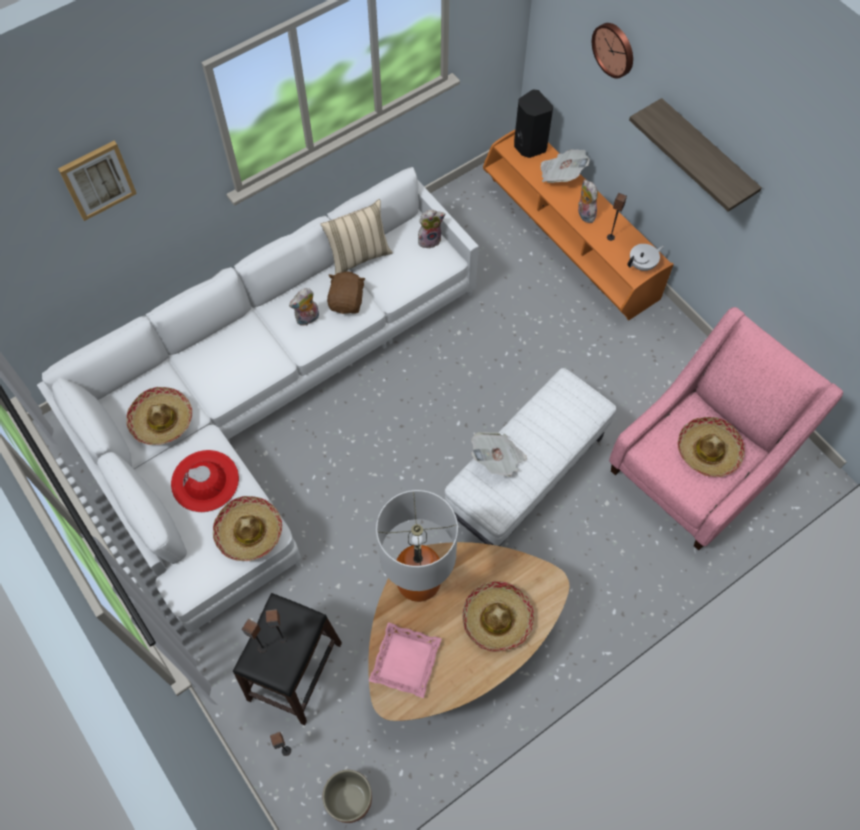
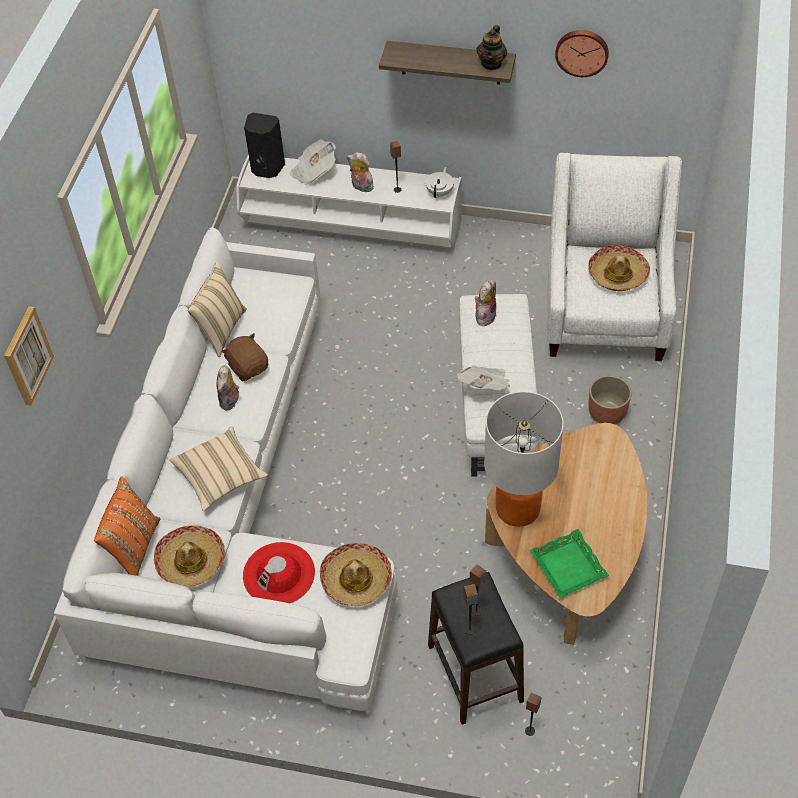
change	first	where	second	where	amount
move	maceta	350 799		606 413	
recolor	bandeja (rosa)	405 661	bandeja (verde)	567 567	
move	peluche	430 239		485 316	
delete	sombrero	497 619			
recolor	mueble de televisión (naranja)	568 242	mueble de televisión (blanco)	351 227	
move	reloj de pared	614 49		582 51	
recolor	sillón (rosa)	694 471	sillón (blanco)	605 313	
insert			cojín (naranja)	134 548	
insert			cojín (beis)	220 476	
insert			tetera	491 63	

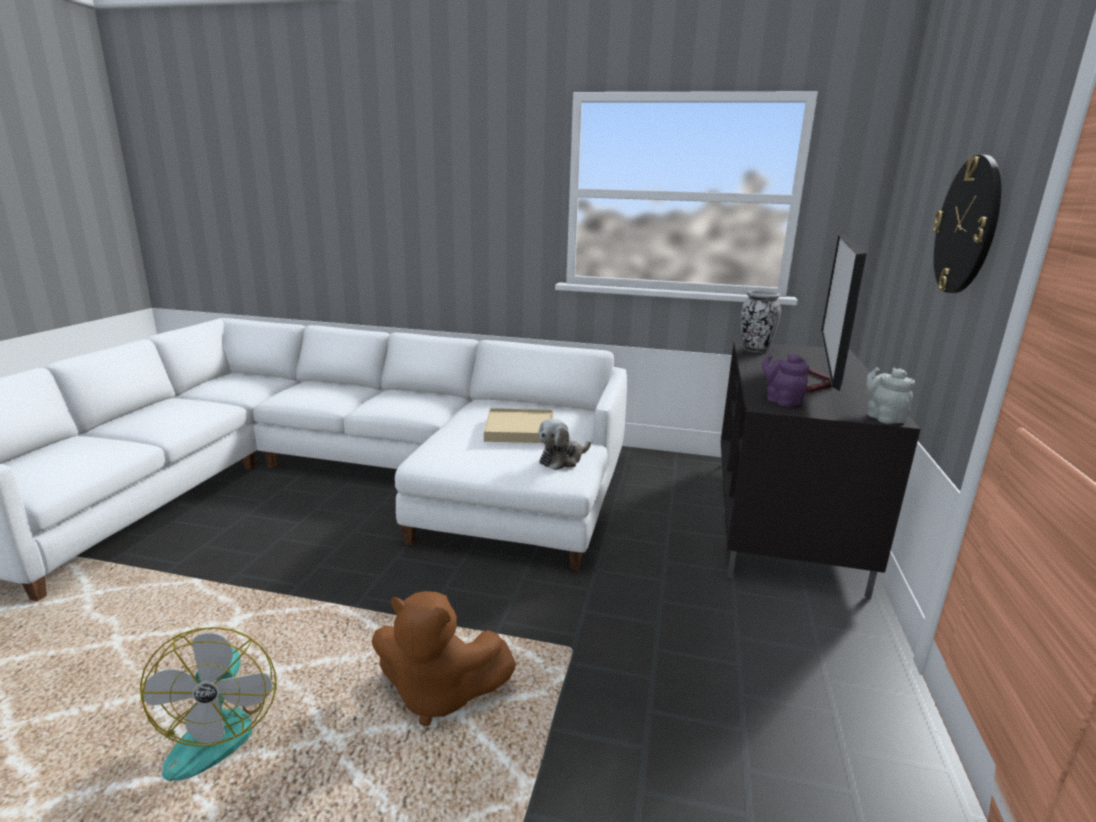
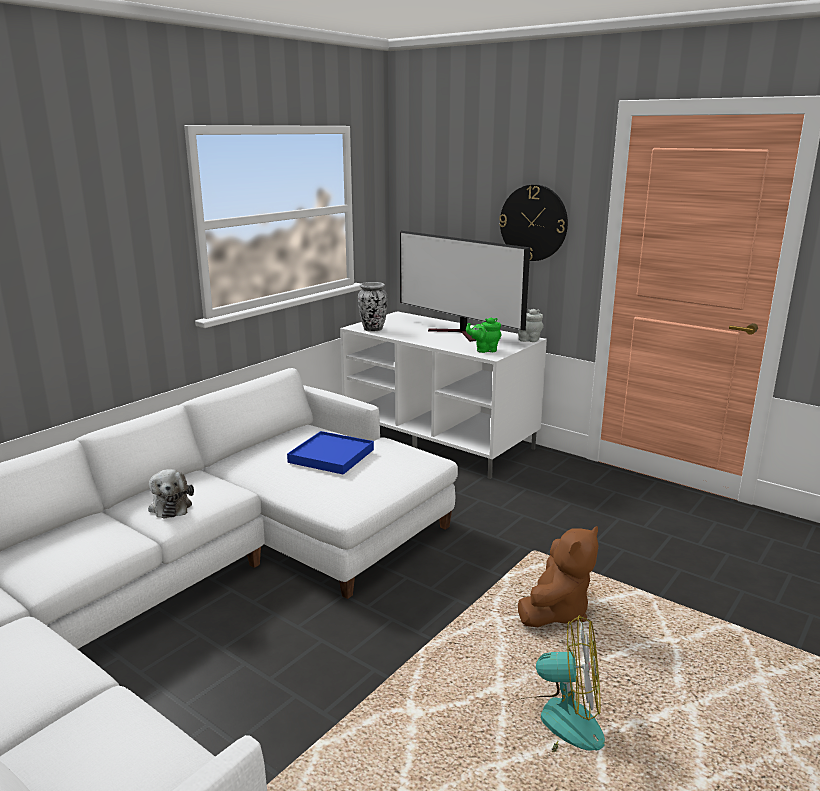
change	first	where	second	where	amount
recolor	bandeja (beis)	519 429	bandeja (azul)	331 456	
move	peluche	562 459		170 506	
recolor	mueble de televisión (negro)	784 520	mueble de televisión (blanco)	441 440	
recolor	tetera (morado)	781 401	tetera (verde)	484 350	

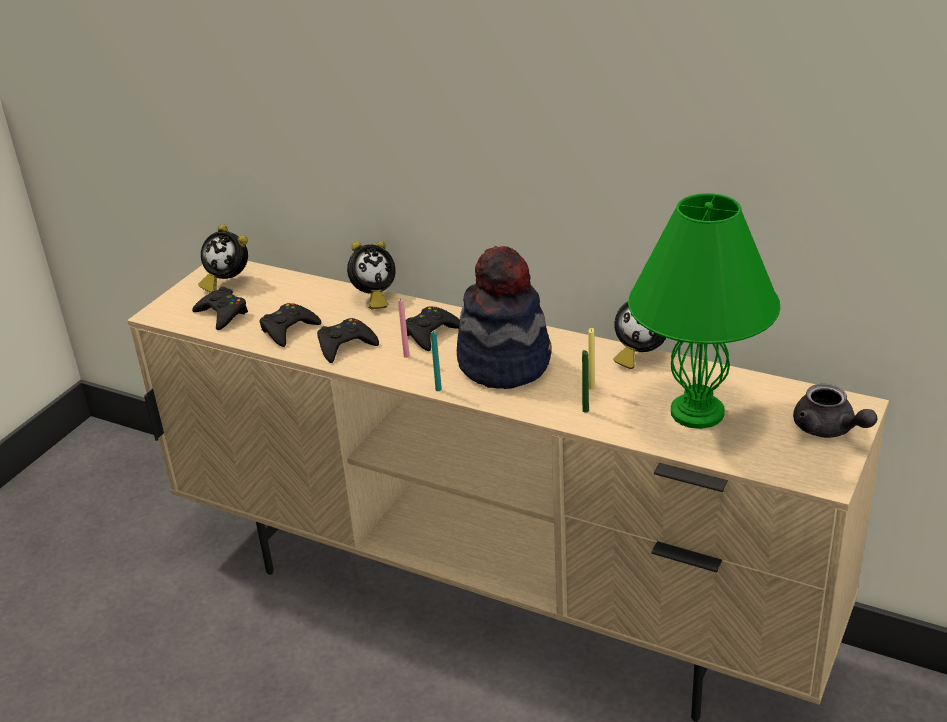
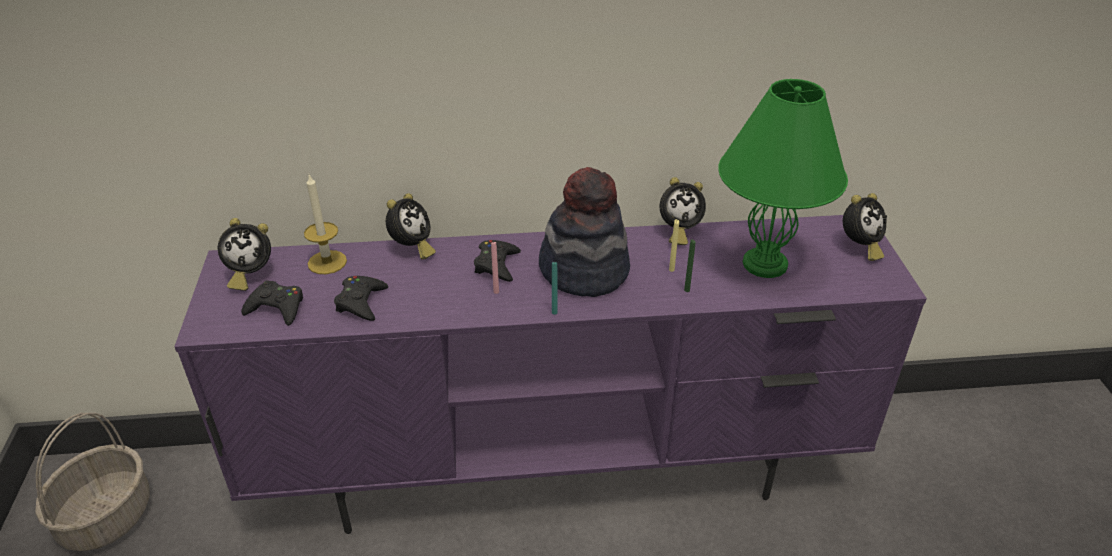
change	first	where	second	where	amount
recolor	mueble de televisión (beis)	496 600	mueble de televisión (morado)	558 471	
delete	mando de consola (negro)	345 345			
replace	tetera (gris)	829 430	despertador	859 247	
insert			cesta	106 516	
insert			vela	327 262	

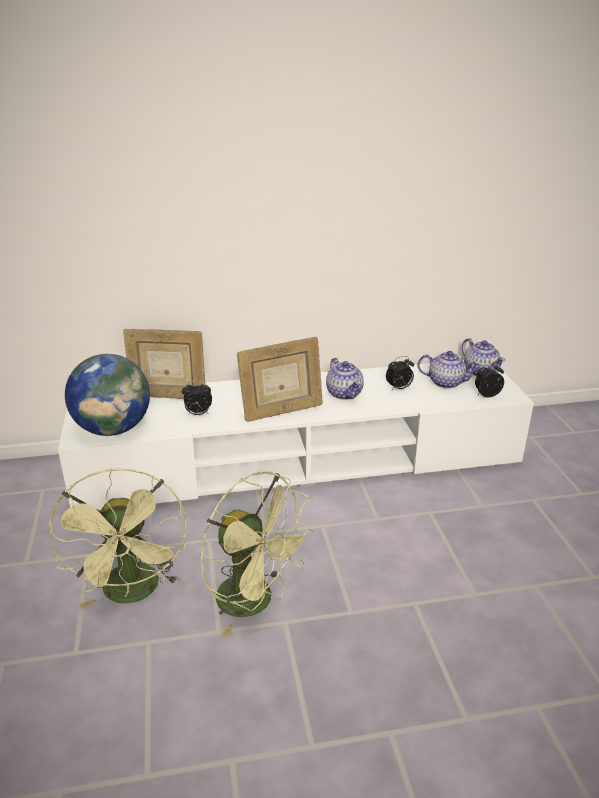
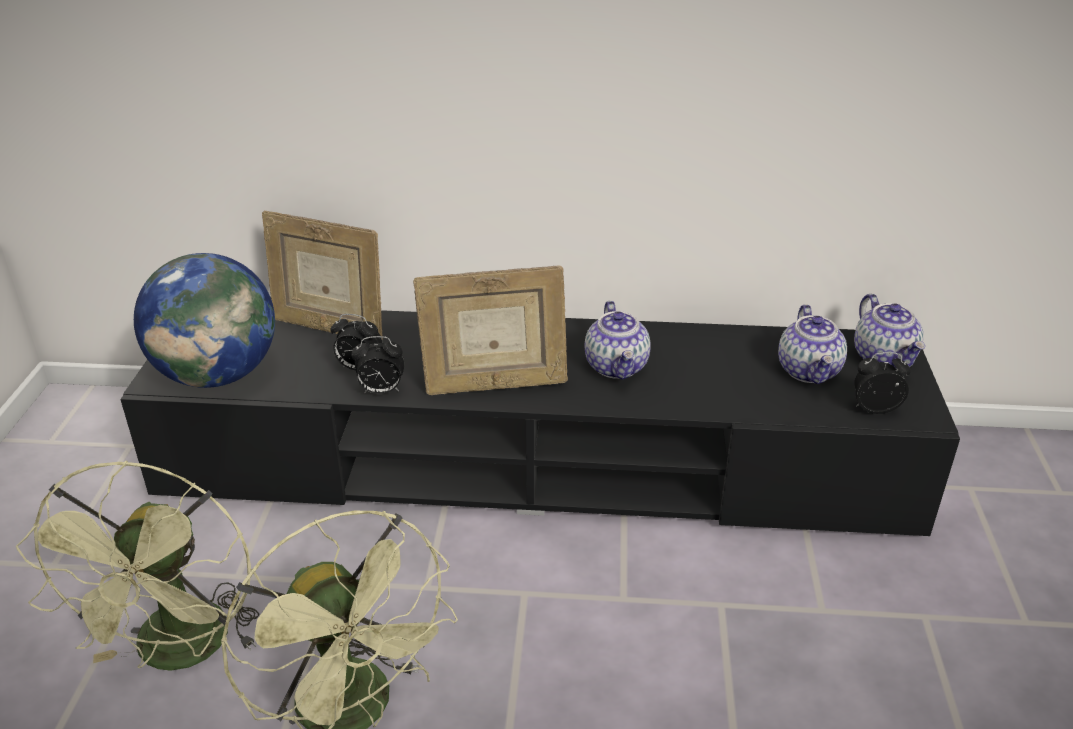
change	first	where	second	where	amount
recolor	mueble de televisión (blanco)	300 460	mueble de televisión (negro)	538 464	
move	despertador	399 388		381 391	
rotate	tetera	446 382		809 371	60 degrees clockwise

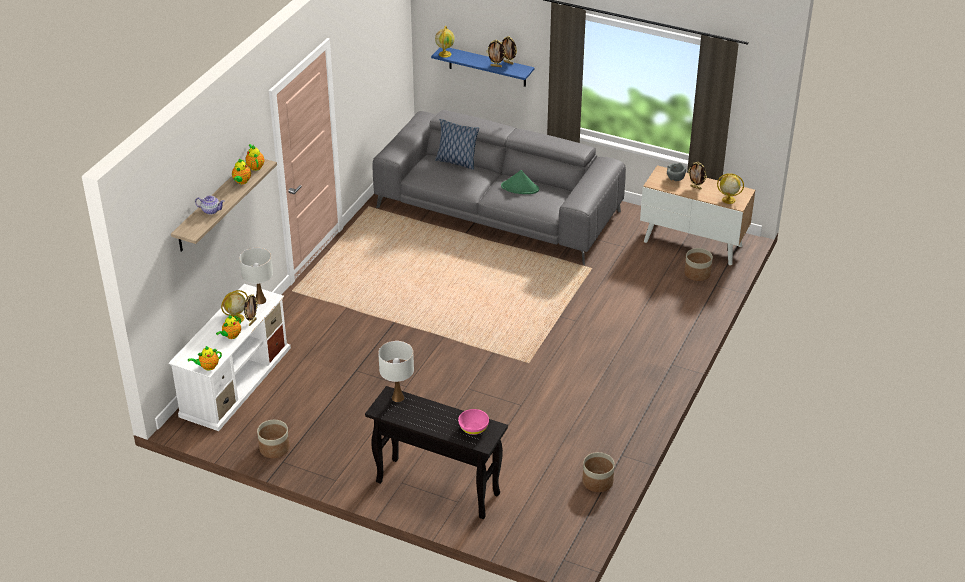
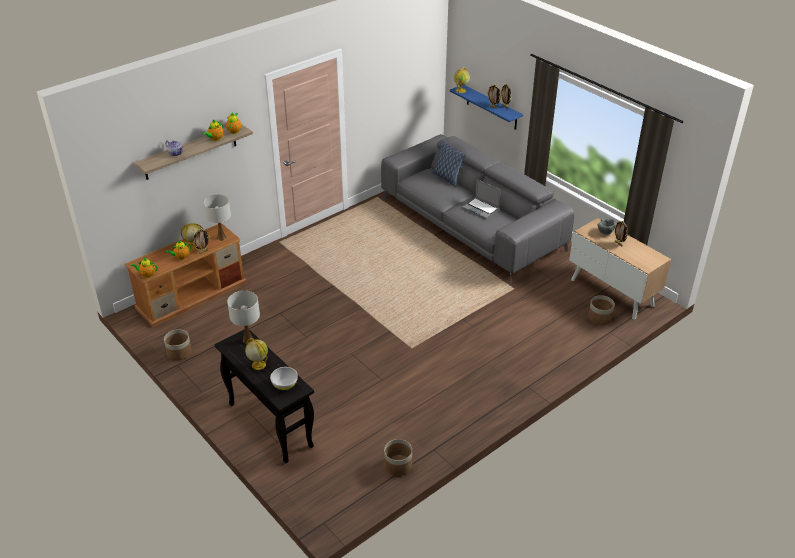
change	first	where	second	where	amount
recolor	mueble de televisión (blanco)	235 381	mueble de televisión (marrón)	192 294	
recolor	cuenco (rosa)	473 428	cuenco (blanco)	284 384	
replace	sombrero (verde)	520 188	portátil	481 209	
move	globo terráqueo	728 200		258 364	

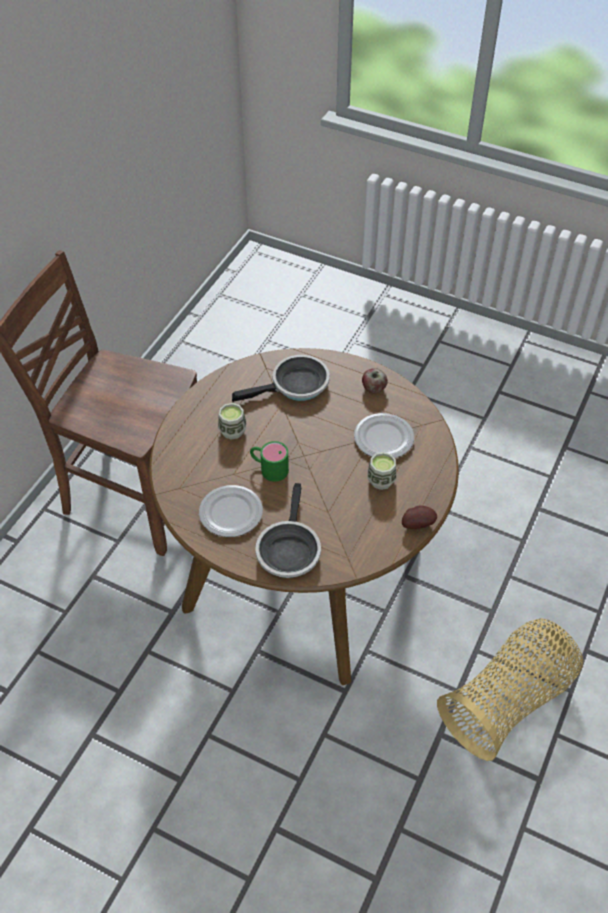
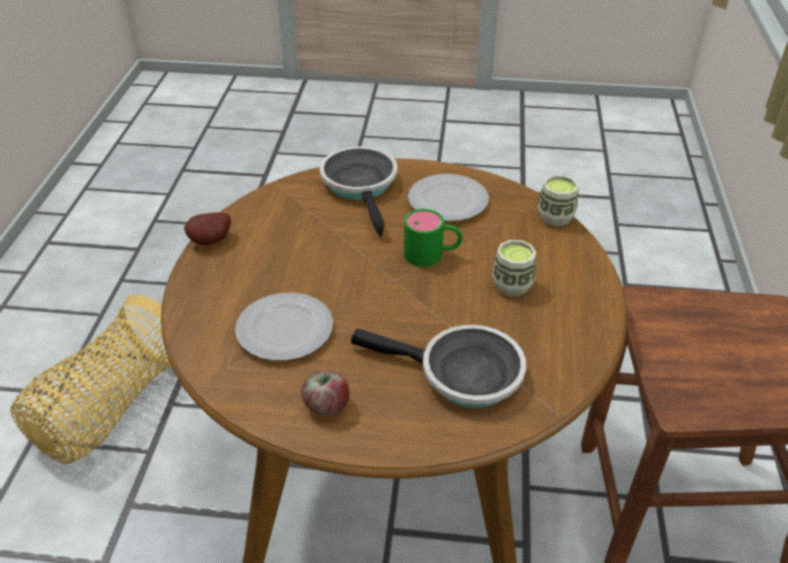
change	first	where	second	where	amount
rotate	sartén	295 386		462 375	120 degrees counterclockwise
move	taza	381 480		555 217	

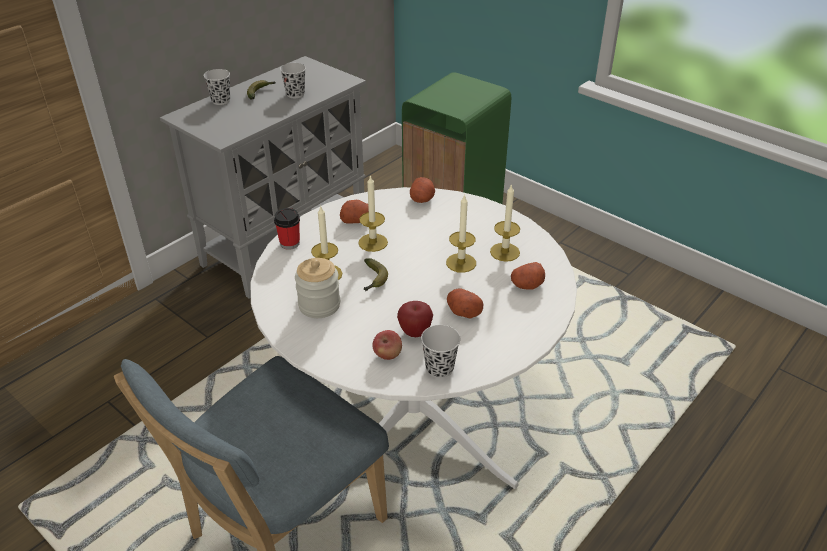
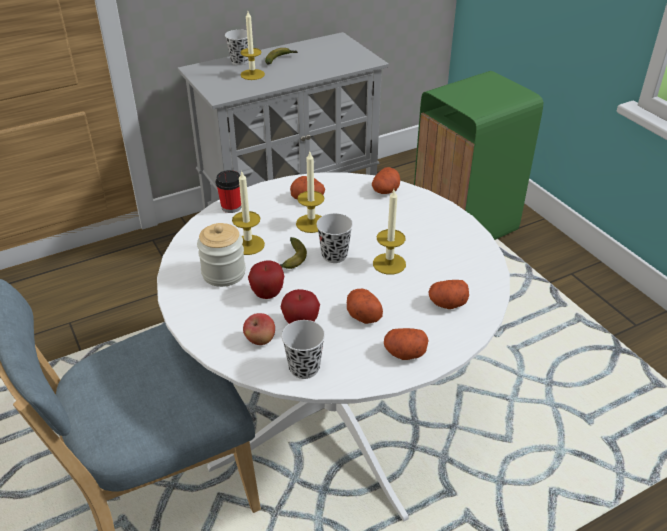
change	first	where	second	where	amount
move	taza (negro)	295 94		334 255	
move	vela	505 252		252 74	
insert			manzana	267 294	
insert			patata	404 353	

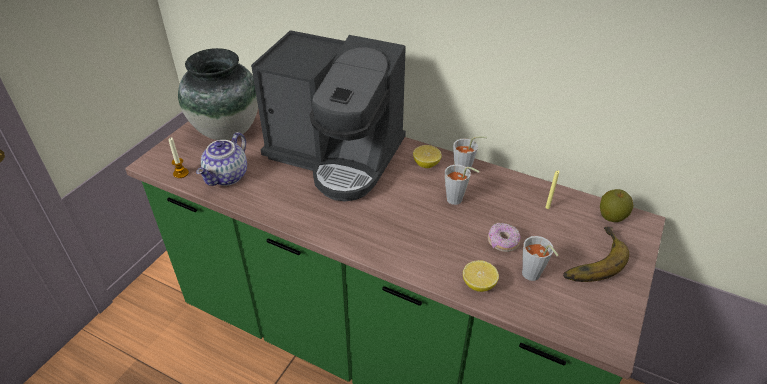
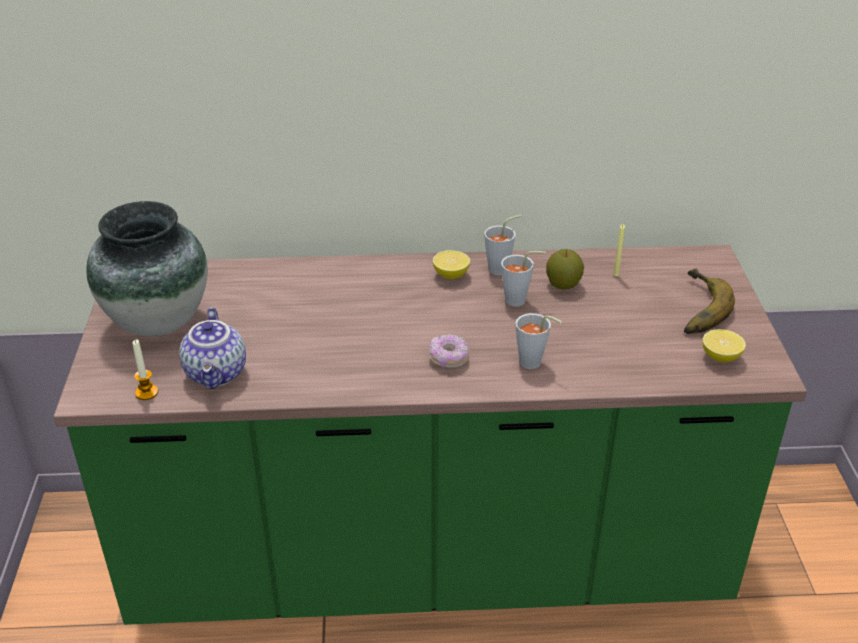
change	first	where	second	where	amount
delete	cafetera	336 156			
move	limón	478 284		720 357	
move	rosquilla	502 242		448 359	
move	taza (gris)	533 277		534 364	
move	manzana	611 216		563 284	

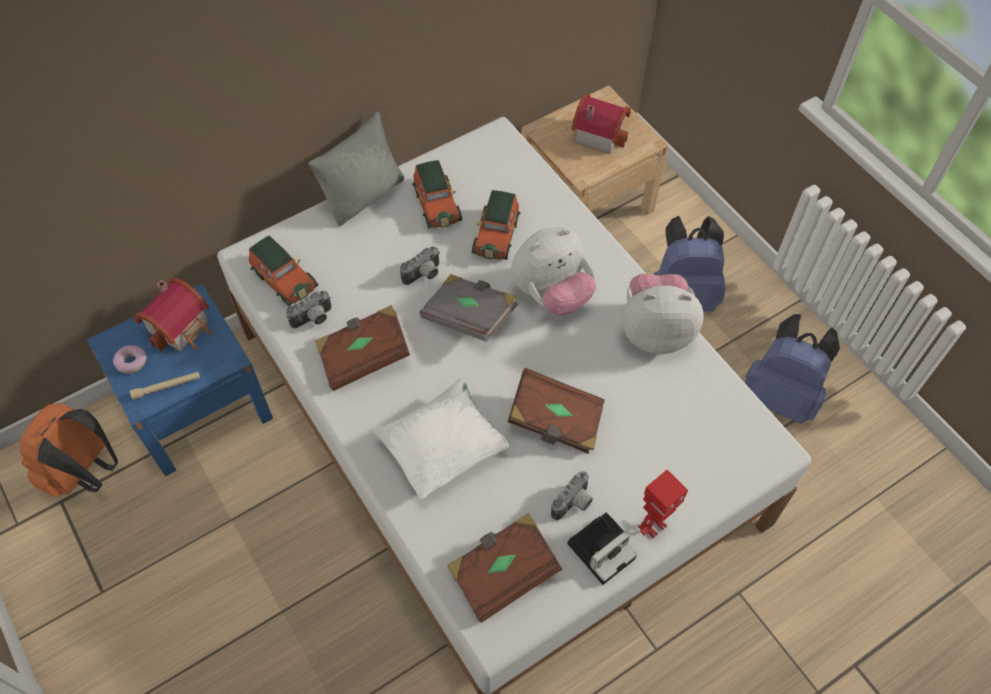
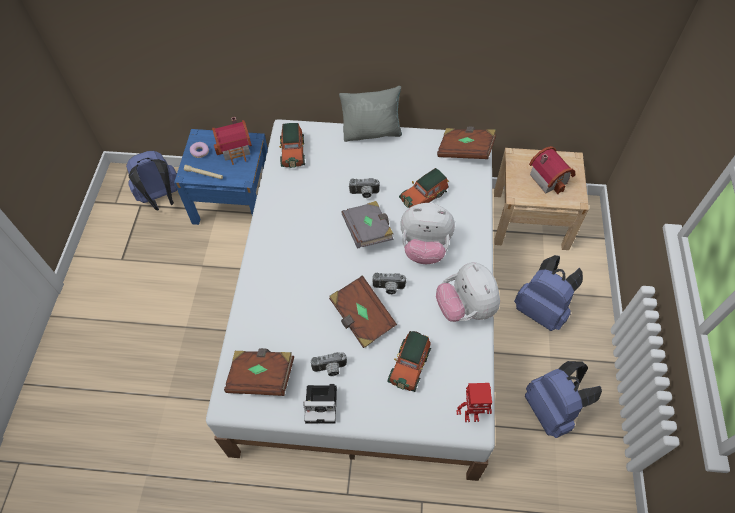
change	first	where	second	where	amount
recolor	mochila (naranja)	86 472	mochila (azul)	161 198	
move	cámara	313 320		388 289	
move	libro (marrón)	364 356		465 150	
delete	cojín (blanco)	444 449			
move	coche de juguete	436 203		410 364	
rotate	peluche	655 331		465 308	150 degrees counterclockwise
move	robot de juguete	653 526		471 415	

